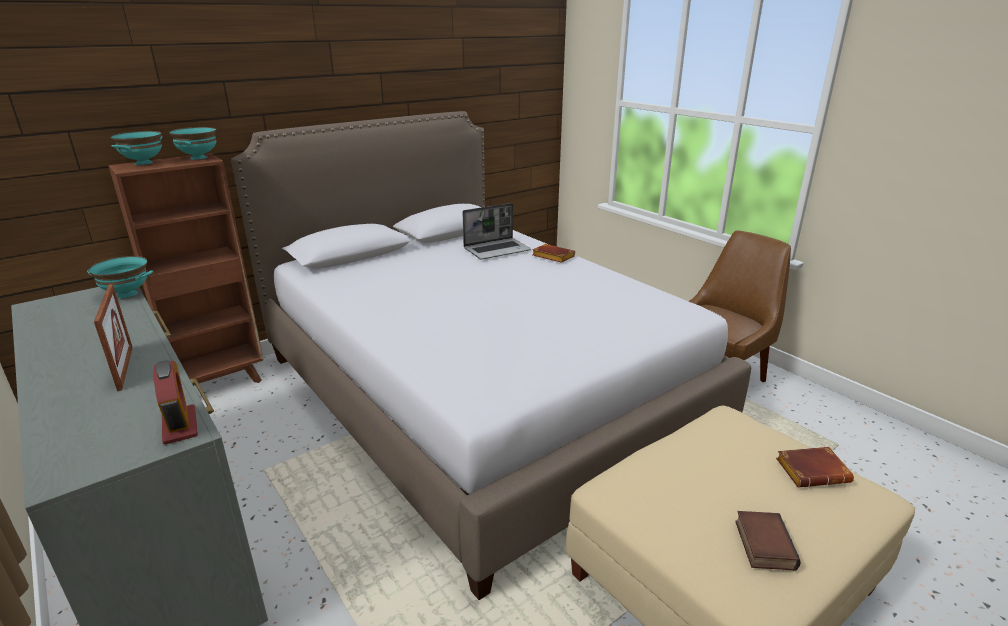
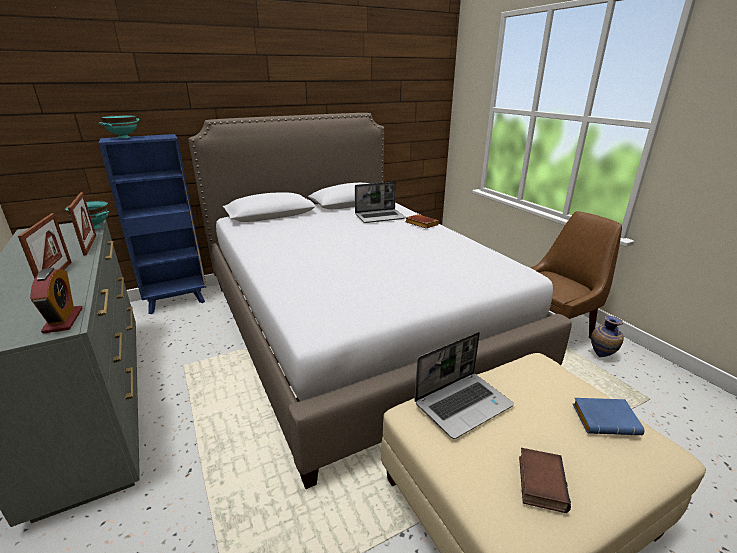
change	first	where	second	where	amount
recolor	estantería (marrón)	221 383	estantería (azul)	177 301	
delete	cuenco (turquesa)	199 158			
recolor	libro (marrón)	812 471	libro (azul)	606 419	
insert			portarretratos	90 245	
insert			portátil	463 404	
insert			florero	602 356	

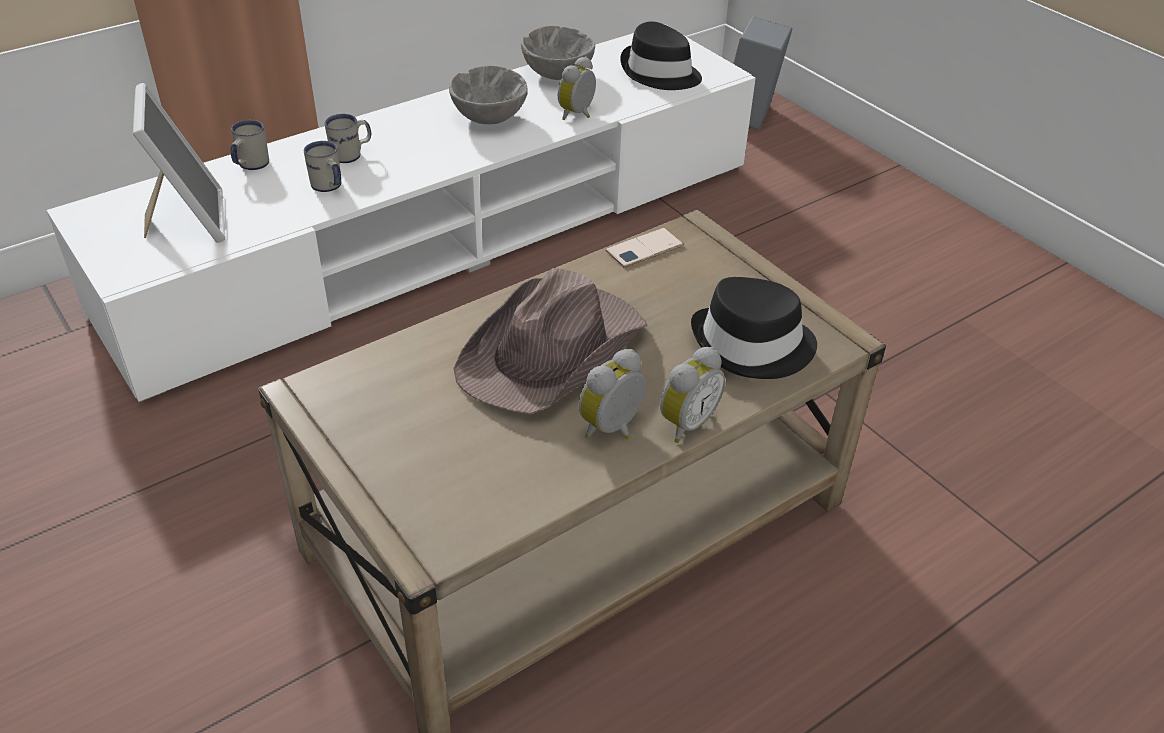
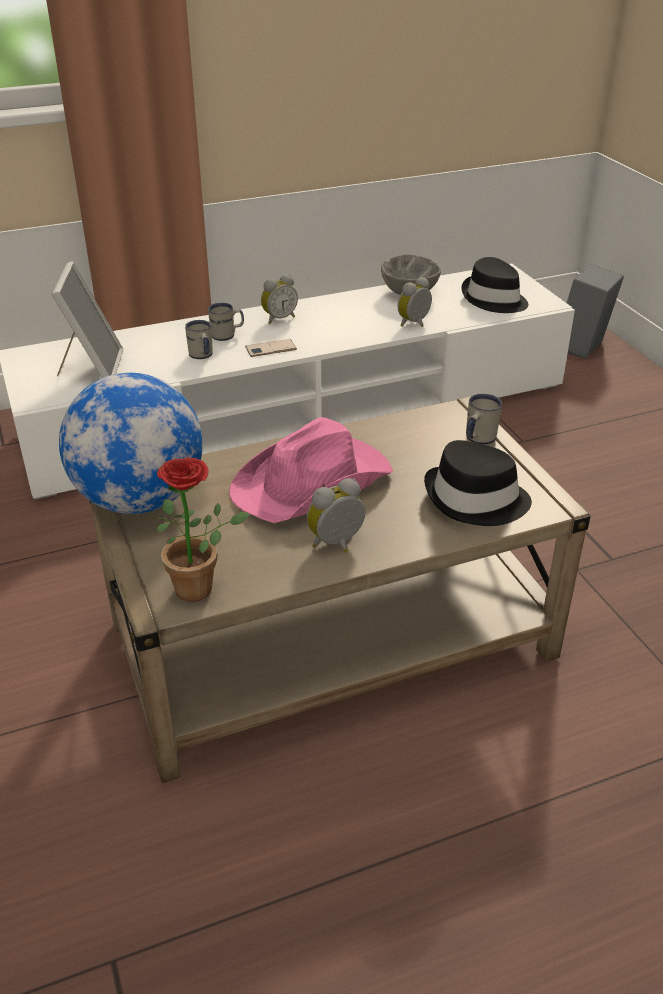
change	first	where	second	where	amount
move	taza grande (blanco)	250 165		477 439	
delete	cuenco (gris)	488 117			
recolor	sombrero (marrón)	554 351	sombrero (rosa)	313 483	
move	móvil	644 248		270 348	
move	despertador	685 423		278 318	
insert			globo terráqueo	140 499	
insert			planta en maceta	202 588	

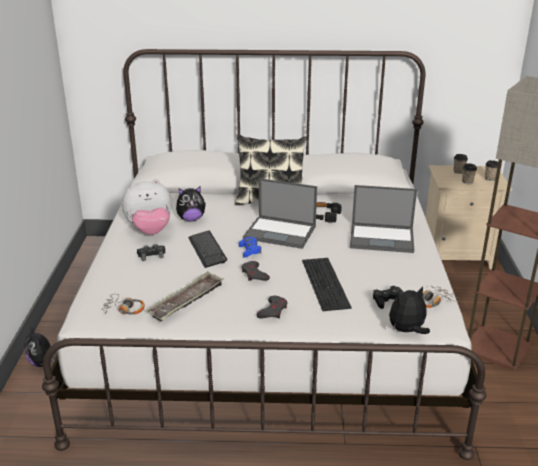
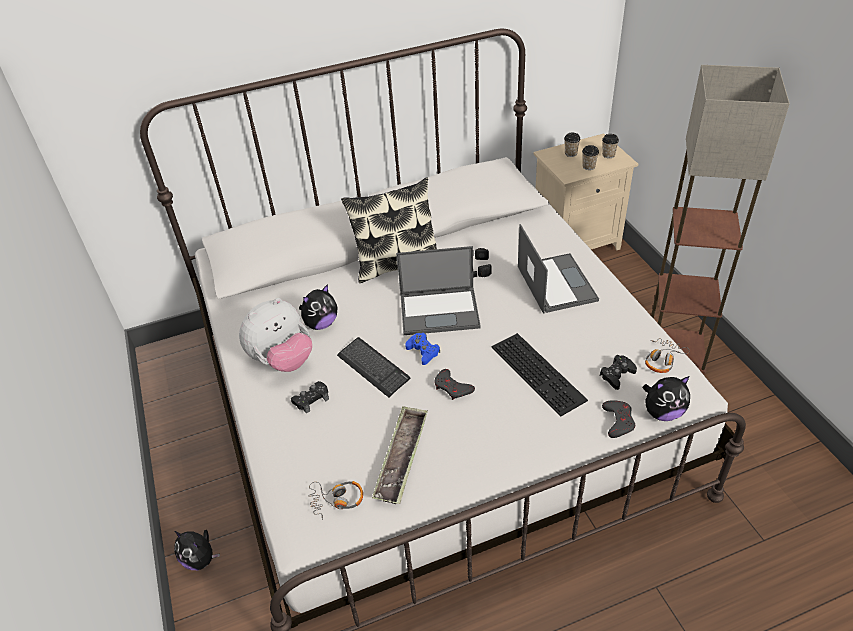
change	first	where	second	where	amount
move	mando de consola (gris)	273 311		618 421	
rotate	portátil	382 238		555 283	90 degrees counterclockwise
rotate	peluche	407 331		662 412	150 degrees counterclockwise

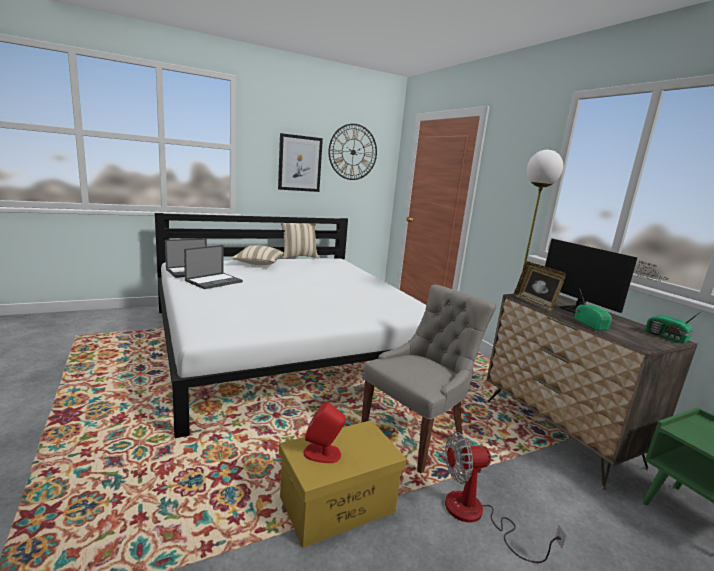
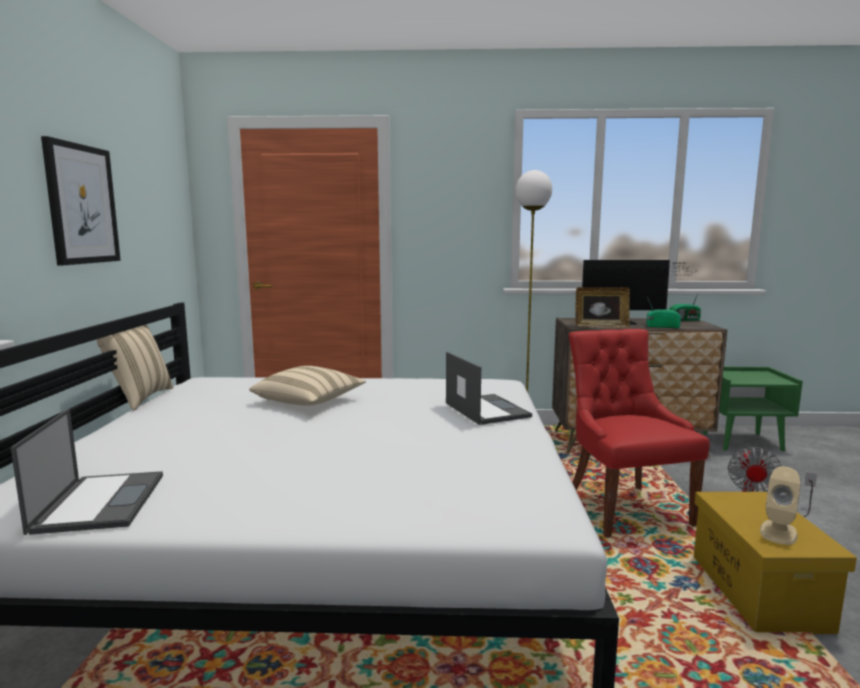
change	first	where	second	where	amount
move	portátil	214 281		486 409	
move	cojín (beis)	258 264		309 402	
recolor	altavoz (rojo)	323 453	altavoz (beis)	778 532	
delete	reloj de pared	353 152			
recolor	silla (gris)	415 435	silla (rojo)	624 509	

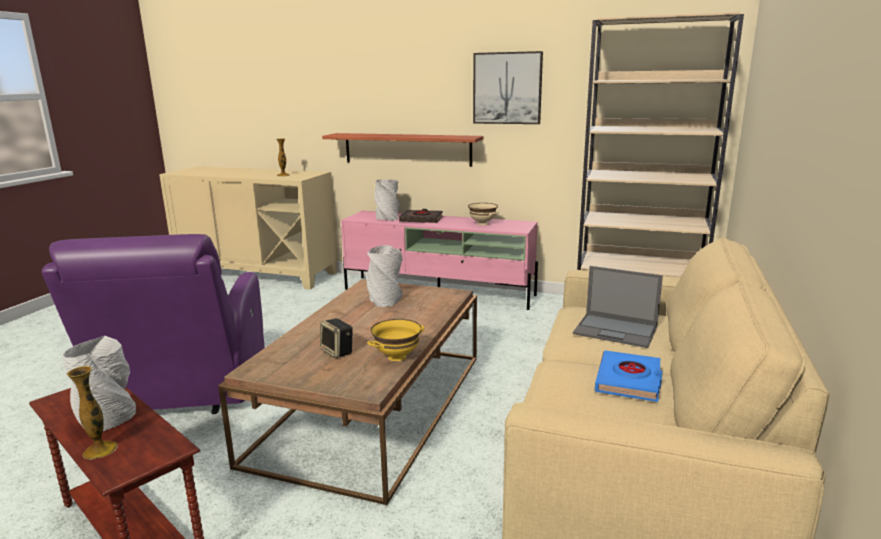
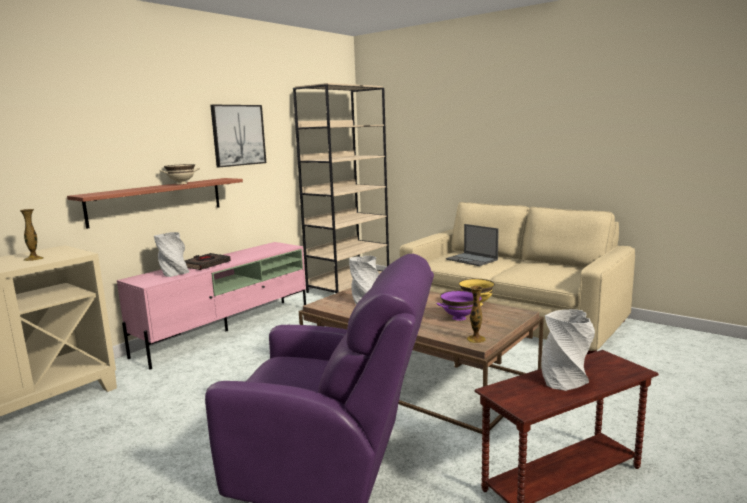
change	first	where	second	where	amount
move	florero	100 450		476 339	
replace	altavoz	337 352	cuenco (morado)	459 318	
move	cuenco (beis)	482 224		181 183	
rotate	portátil	616 330		472 259	90 degrees clockwise
delete	libro (azul)	629 381			

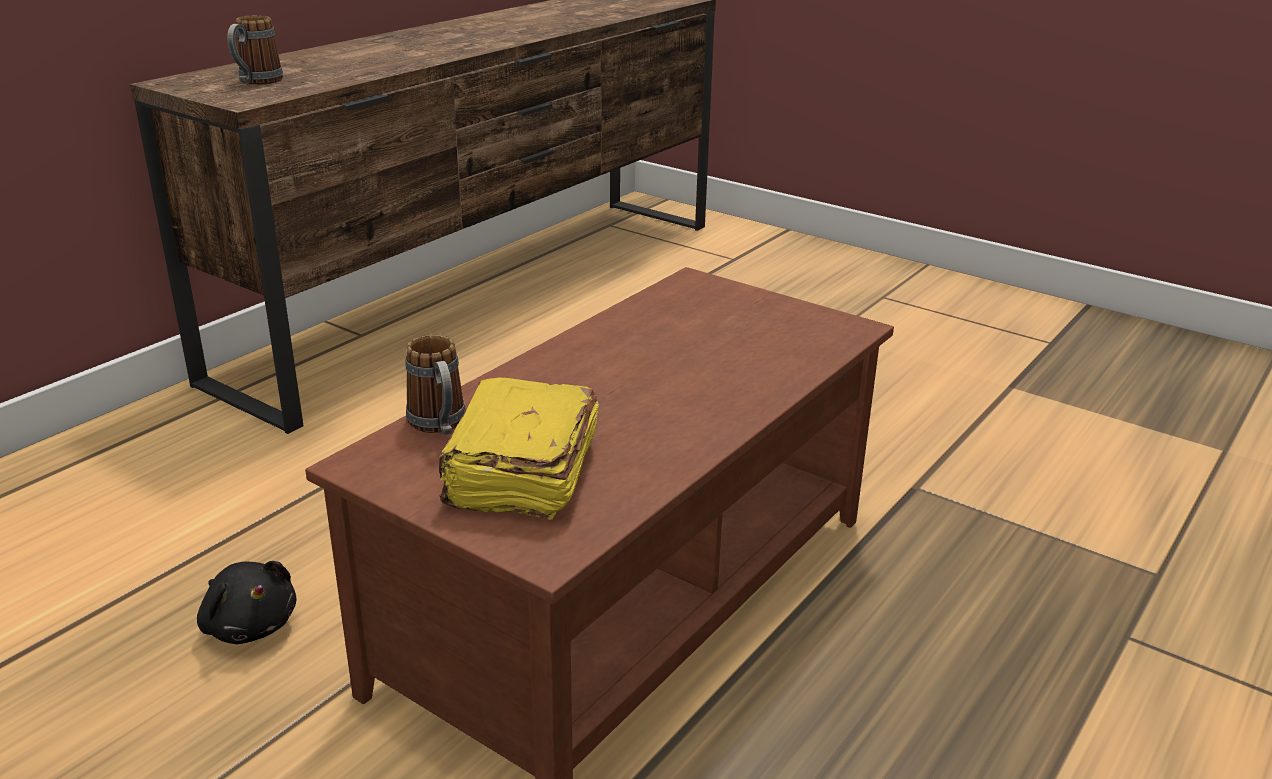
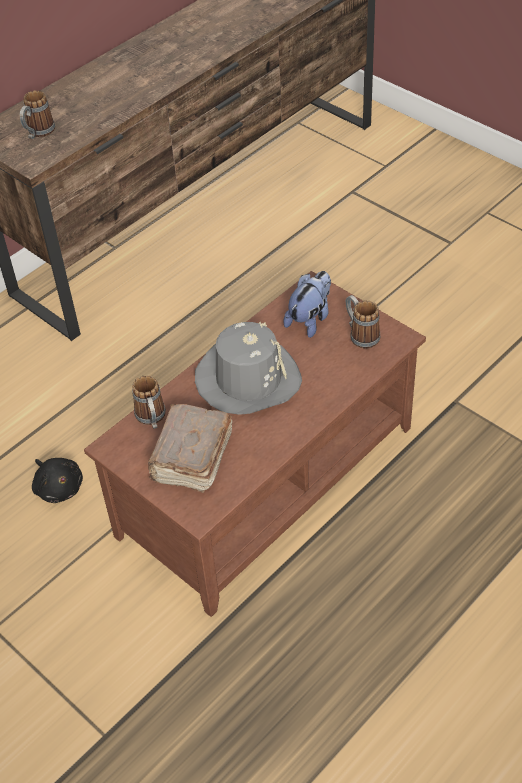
change	first	where	second	where	amount
recolor	libro (amarillo)	520 474	libro (marrón)	191 458	
insert			sombrero (gris)	247 378	
insert			peluche	310 319	
insert			taza grande	360 334	

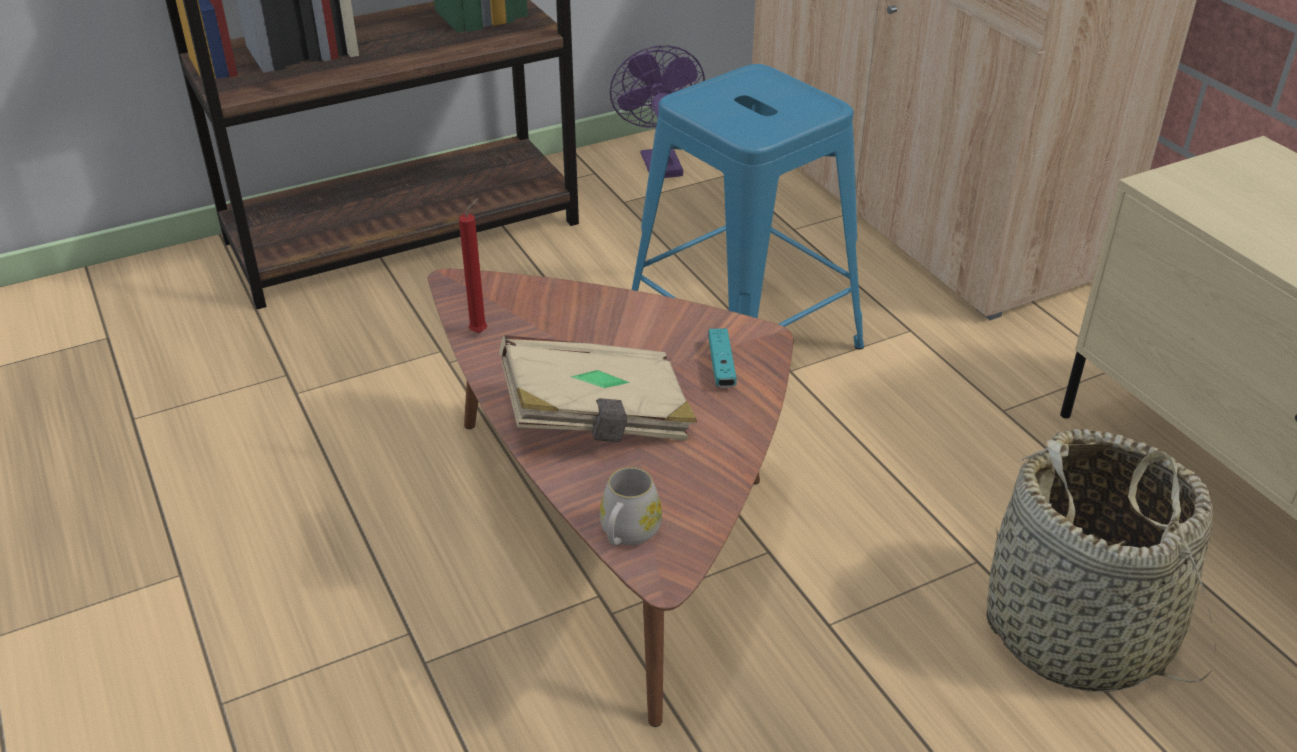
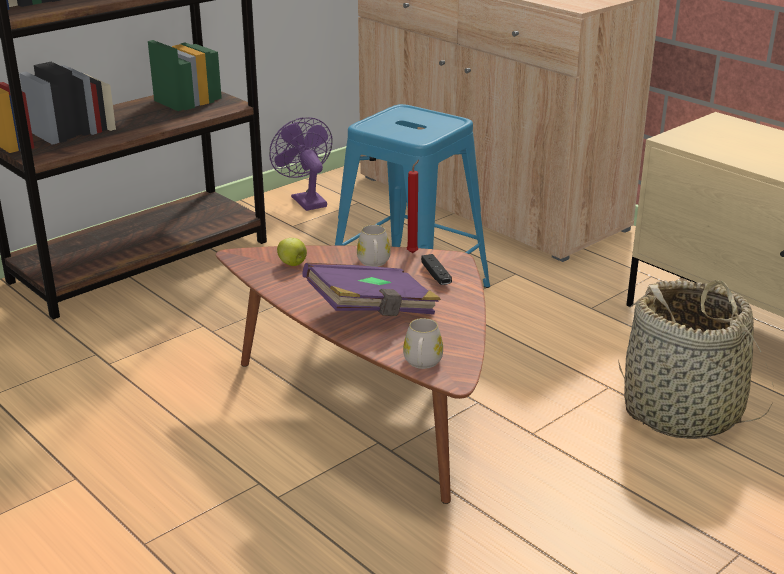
change	first	where	second	where	amount
move	vela (rojo)	481 331		413 252	
recolor	libro (beis)	597 420	libro (morado)	372 312	
recolor	mando de consola (turquesa)	721 366	mando de consola (negro)	436 276	
insert			manzana	293 264	
insert			taza grande (blanco)	374 263	

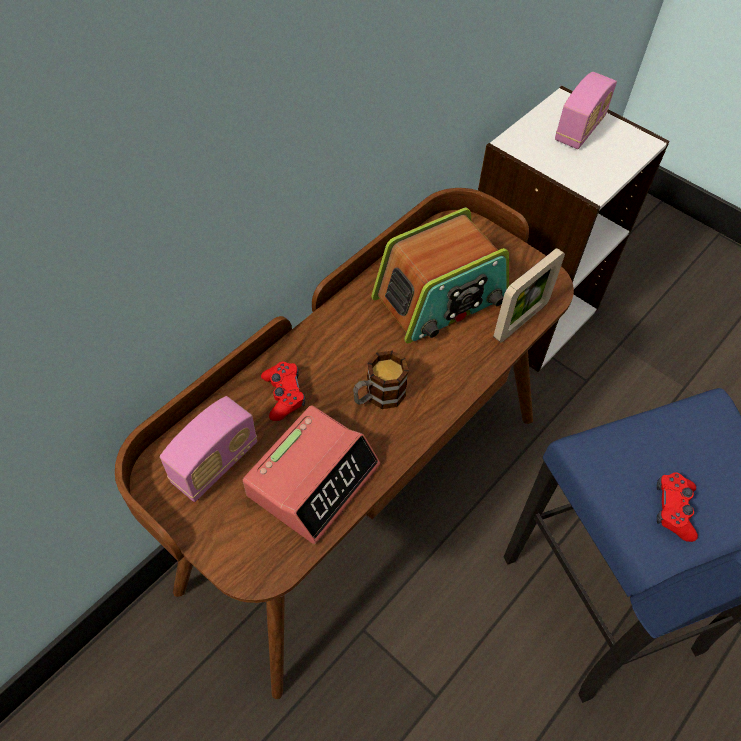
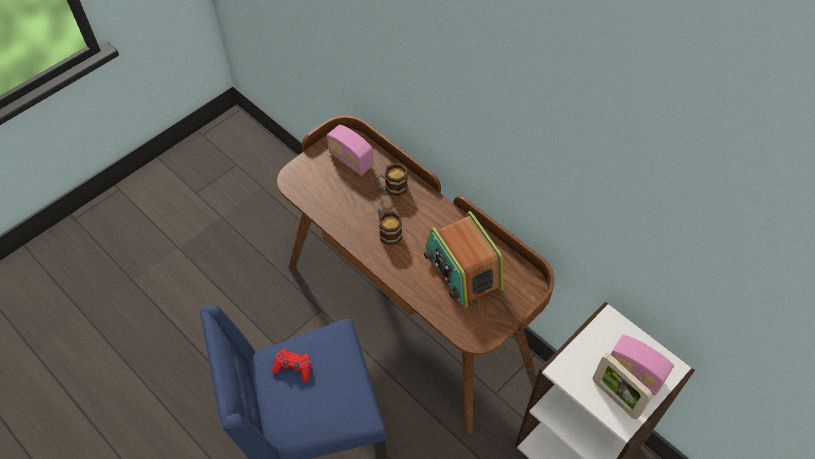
change	first	where	second	where	amount
delete	despertador	313 479			
replace	mando de consola (rojo)	284 395	taza grande	391 188	
move	portarretratos	520 321		615 398	

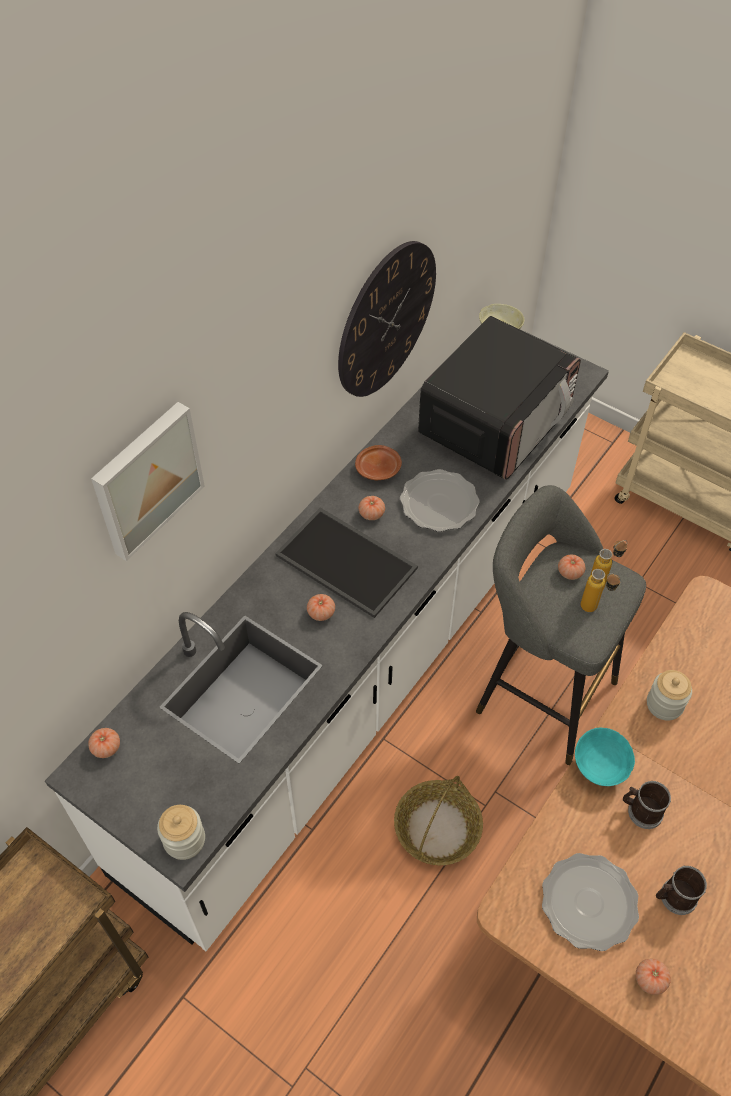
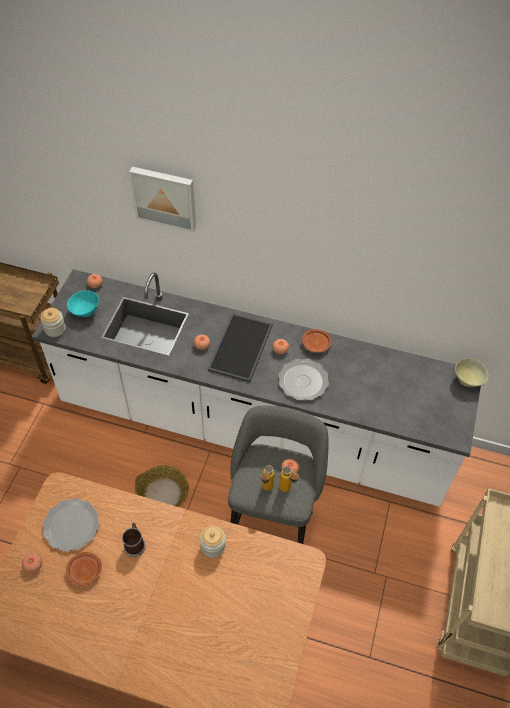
change	first	where	second	where	amount
delete	reloj de pared	386 320			
delete	microondas	495 423			
move	cuenco (turquesa)	598 768		85 311	
replace	taza grande	674 897	plato (marrón)	84 571	

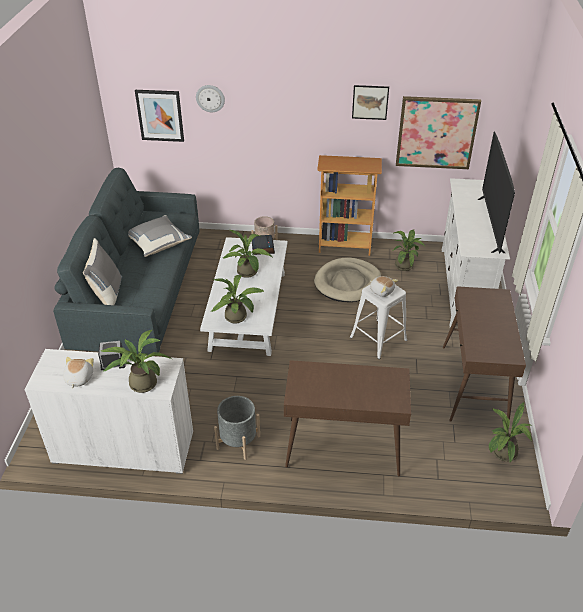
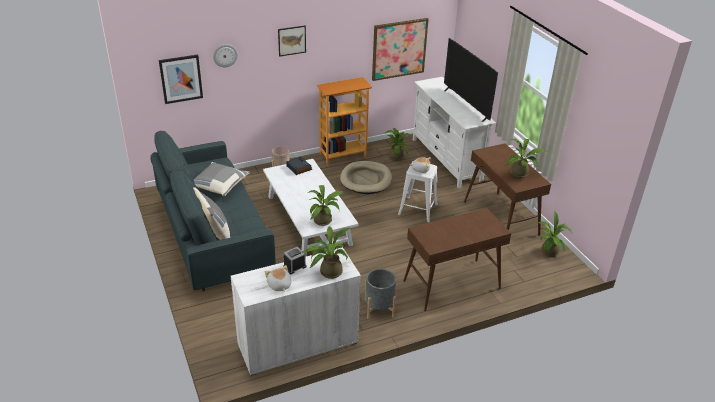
change	first	where	second	where	amount
move	planta en maceta	249 273		521 174	
move	cuadro	370 102		292 40	

